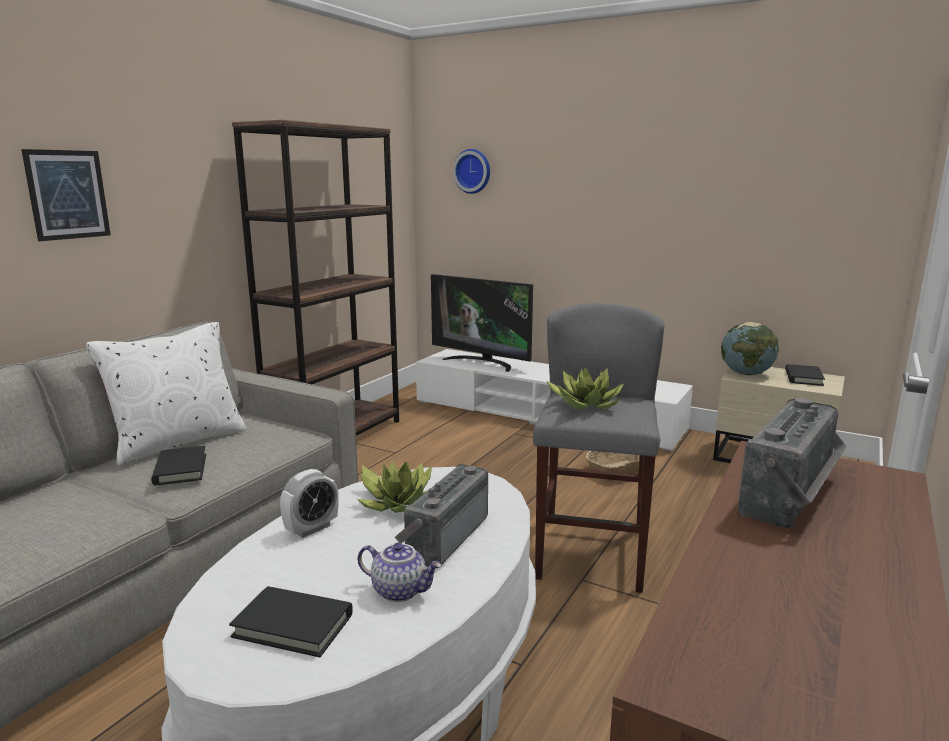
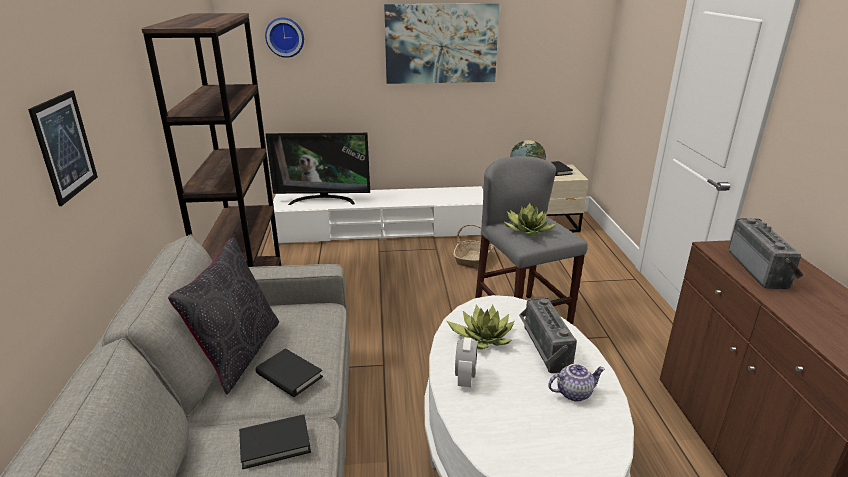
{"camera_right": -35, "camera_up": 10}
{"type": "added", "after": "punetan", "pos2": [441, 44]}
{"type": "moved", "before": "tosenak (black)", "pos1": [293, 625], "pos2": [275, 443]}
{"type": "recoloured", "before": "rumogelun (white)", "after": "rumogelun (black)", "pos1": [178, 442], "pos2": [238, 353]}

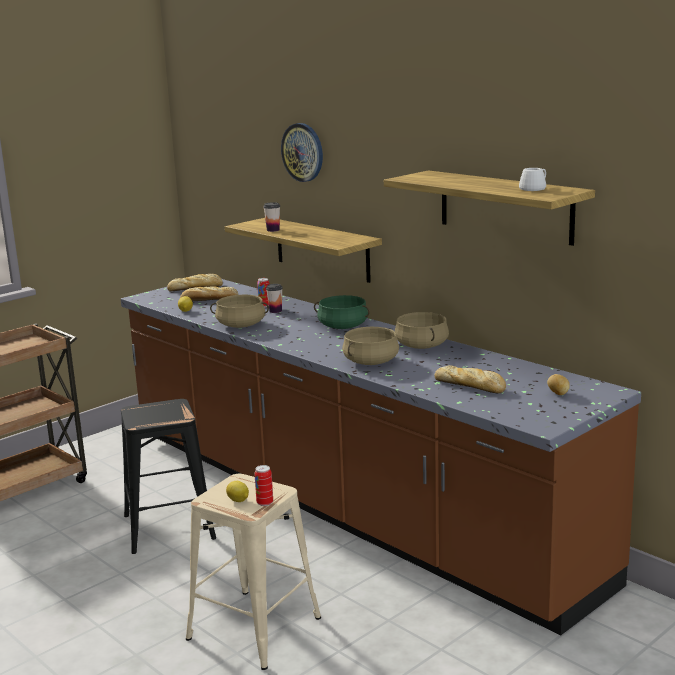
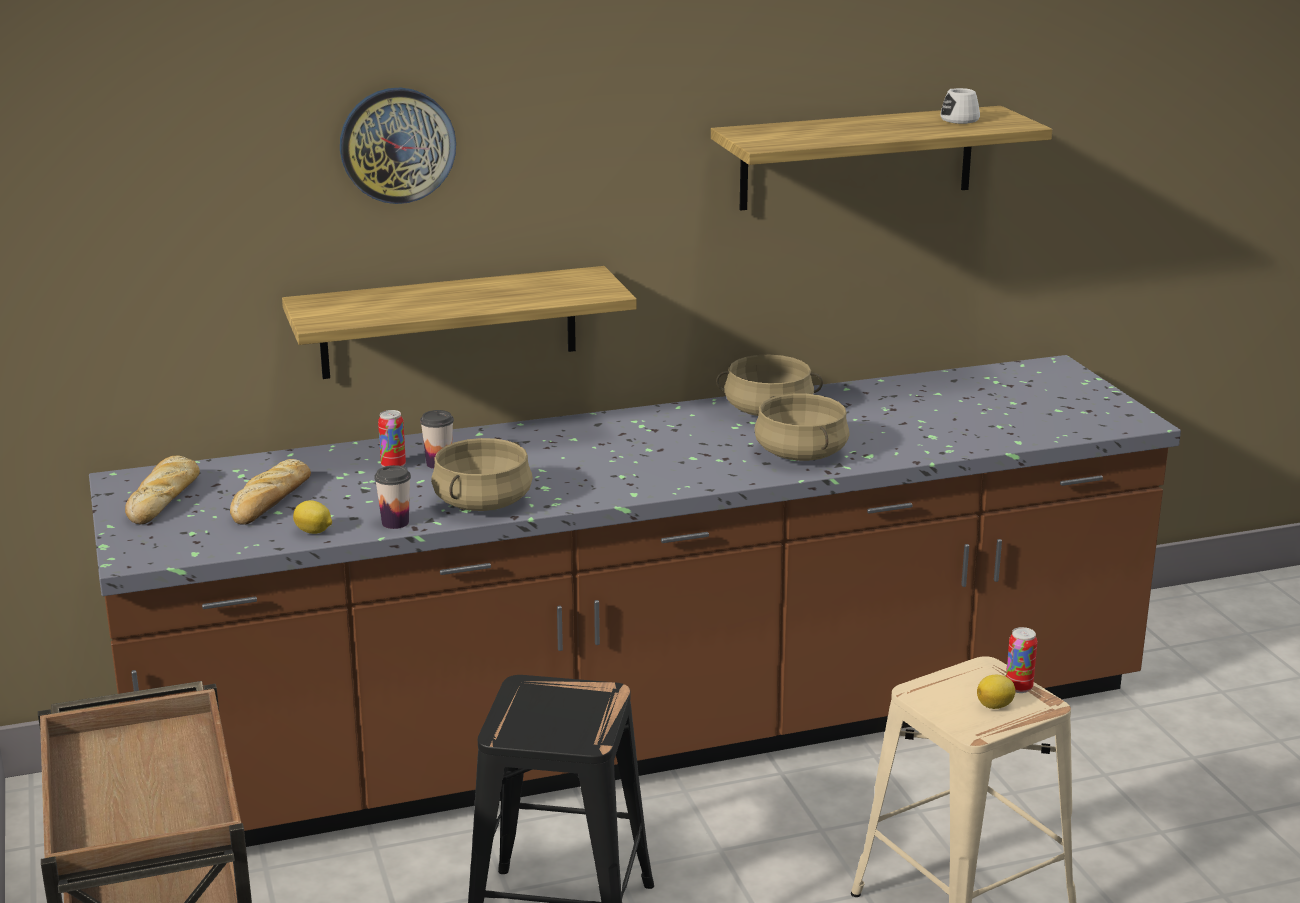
{"camera_right": -65, "camera_up": 5}
{"type": "removed", "before": "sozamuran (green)", "pos1": [342, 327]}
{"type": "removed", "before": "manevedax", "pos1": [471, 386]}
{"type": "removed", "before": "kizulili", "pos1": [558, 394]}
{"type": "moved", "before": "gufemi", "pos1": [273, 230], "pos2": [395, 523]}

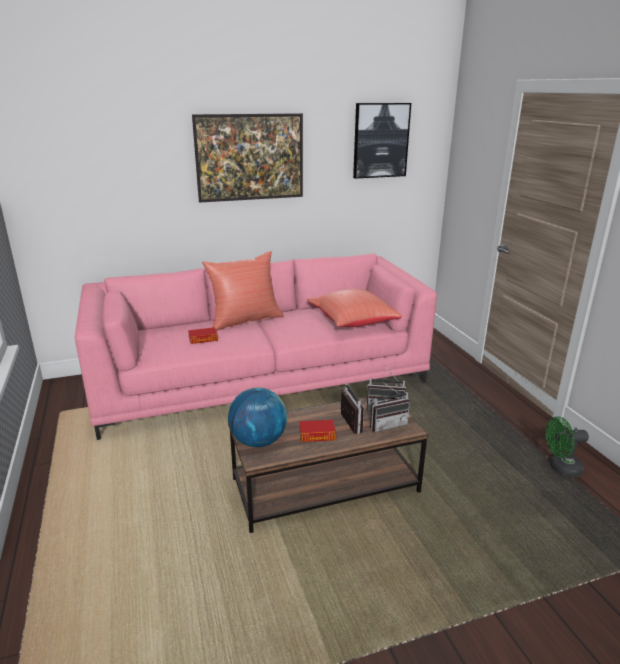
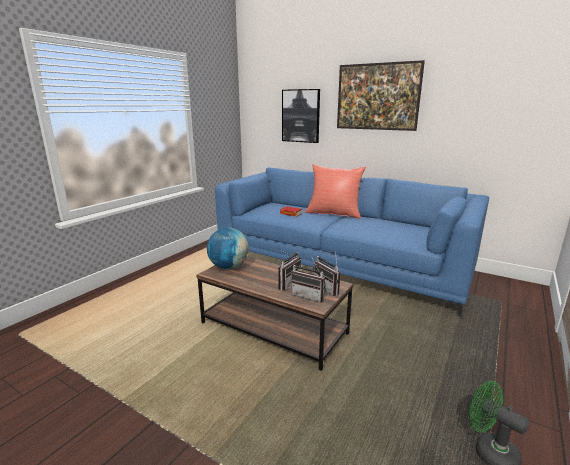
{"camera_right": 50, "camera_up": -5}
{"type": "removed", "before": "tosenak", "pos1": [317, 435]}
{"type": "removed", "before": "rumogelun (red)", "pos1": [351, 322]}
{"type": "moved", "before": "punetan", "pos1": [380, 140], "pos2": [301, 116]}
{"type": "recoloured", "before": "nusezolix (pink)", "after": "nusezolix (blue)", "pos1": [261, 379], "pos2": [339, 263]}

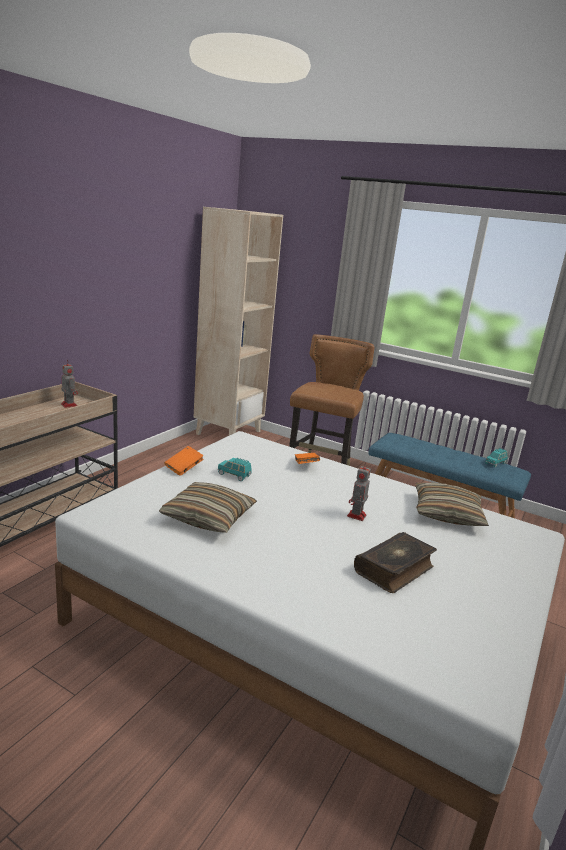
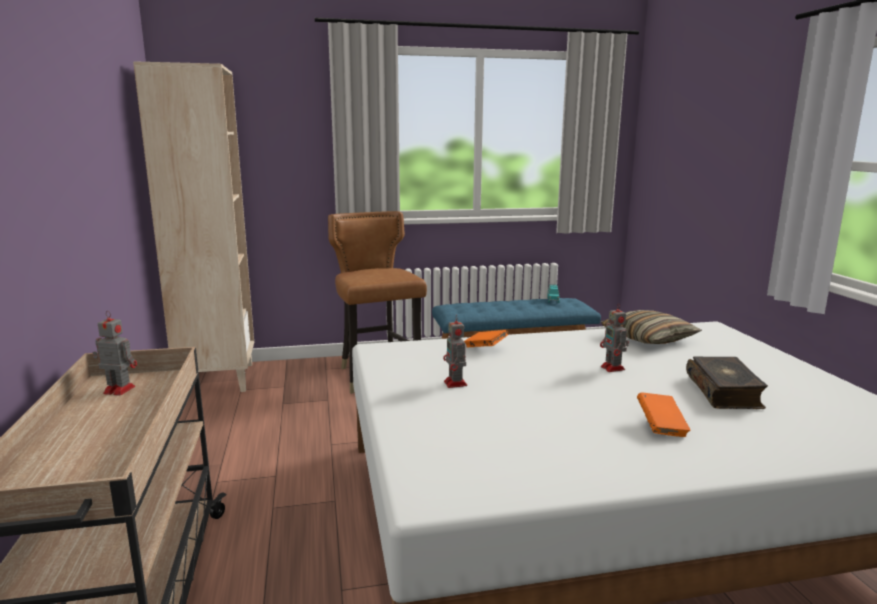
{"camera_right": -40, "camera_up": -5}
{"type": "removed", "before": "rumogelun", "pos1": [208, 517]}
{"type": "moved", "before": "tosenak (orange)", "pos1": [184, 468], "pos2": [661, 427]}
{"type": "replaced", "before": "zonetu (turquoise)", "after": "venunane", "pos1": [234, 475], "pos2": [455, 384]}

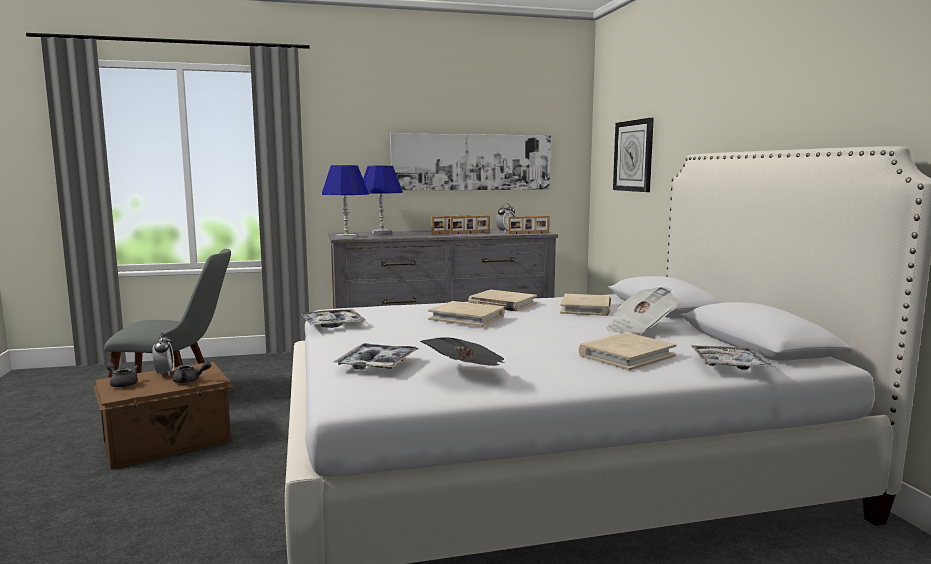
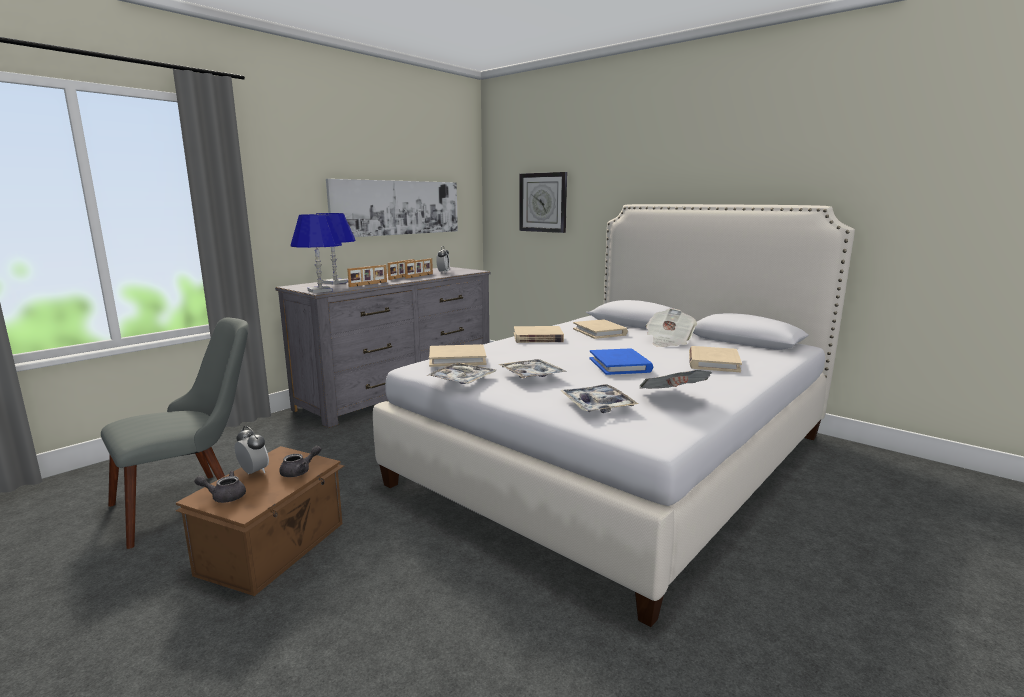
{"camera_right": -35, "camera_up": 5}
{"type": "added", "after": "tosenak (blue)", "pos2": [620, 365]}
{"type": "moved", "before": "tosenak (beige)", "pos1": [467, 317], "pos2": [457, 359]}
{"type": "moved", "before": "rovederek", "pos1": [528, 233], "pos2": [368, 284]}
{"type": "moved", "before": "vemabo", "pos1": [729, 365], "pos2": [532, 375]}

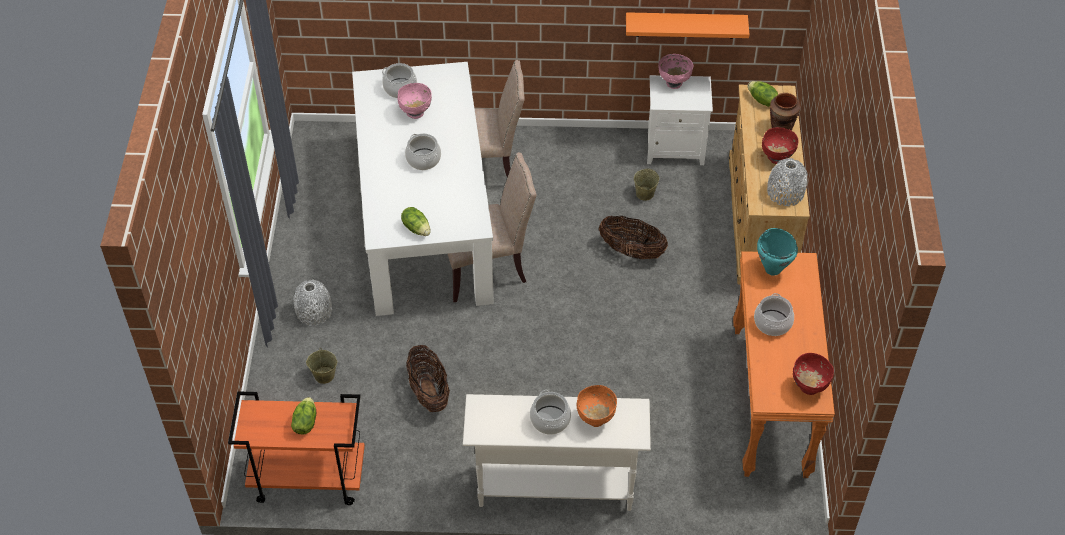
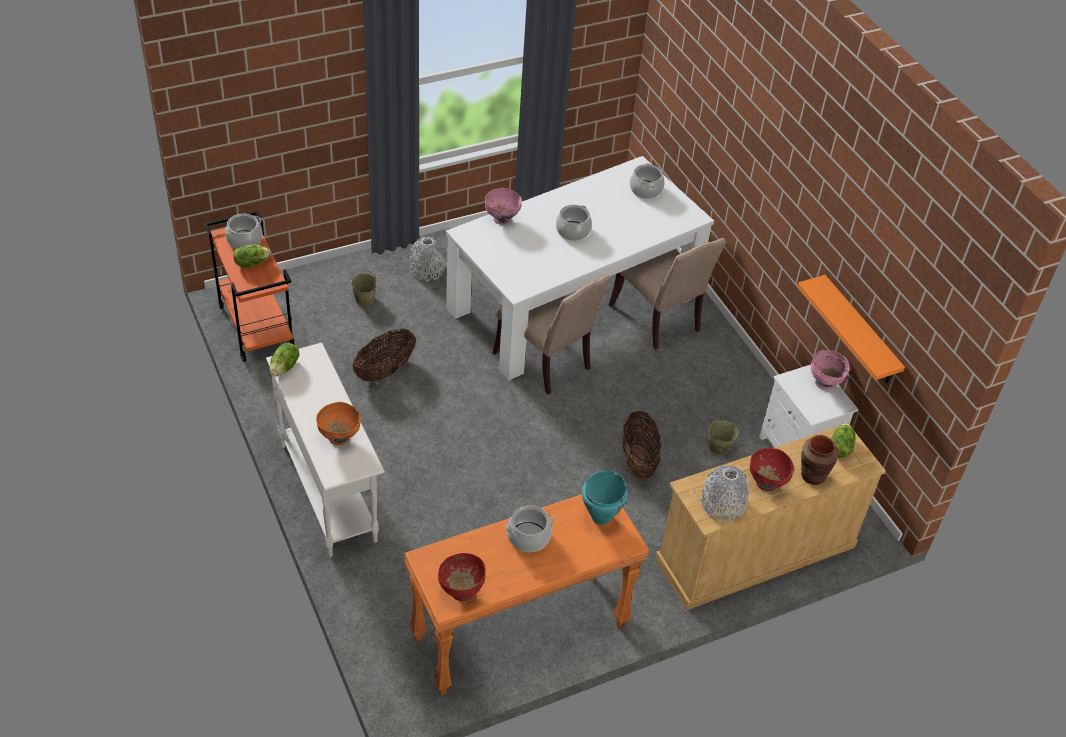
{"camera_right": 60, "camera_up": -5}
{"type": "moved", "before": "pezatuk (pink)", "pos1": [415, 113], "pos2": [502, 219]}
{"type": "moved", "before": "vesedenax", "pos1": [417, 228], "pos2": [285, 367]}
{"type": "moved", "before": "sozamuran", "pos1": [550, 420], "pos2": [244, 240]}

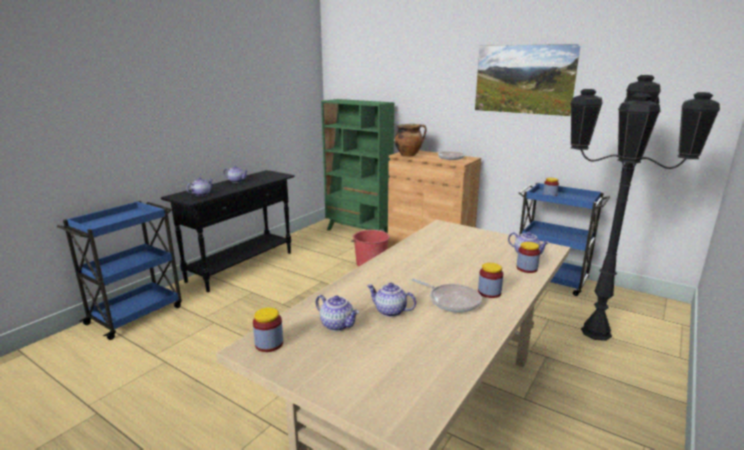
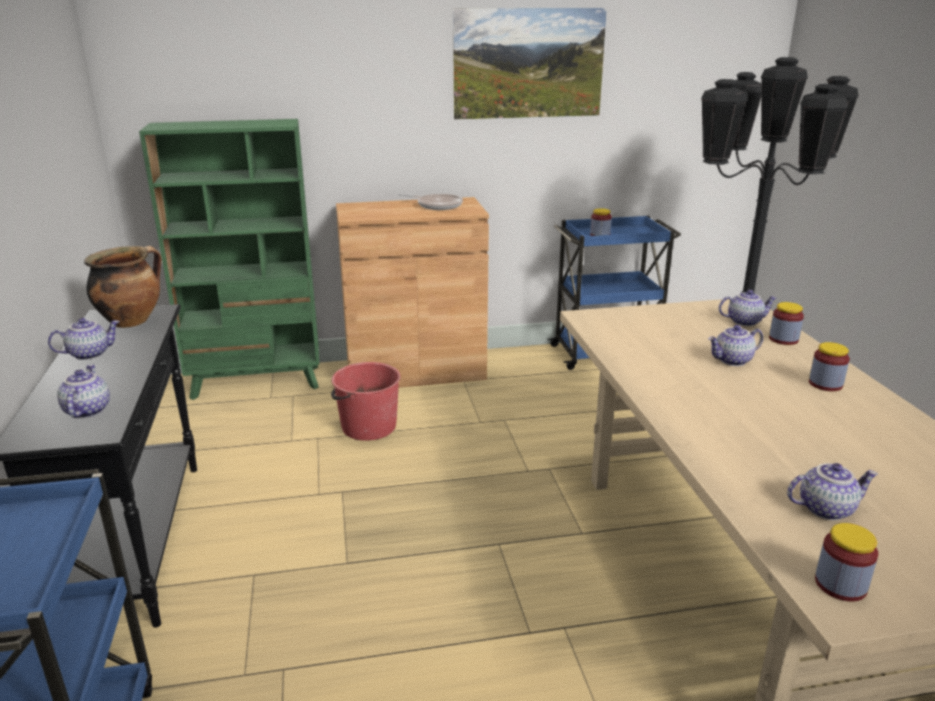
{"camera_right": -45, "camera_up": 5}
{"type": "removed", "before": "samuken", "pos1": [451, 301]}
{"type": "moved", "before": "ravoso", "pos1": [390, 311], "pos2": [732, 361]}
{"type": "moved", "before": "sozamuran", "pos1": [409, 155], "pos2": [132, 321]}

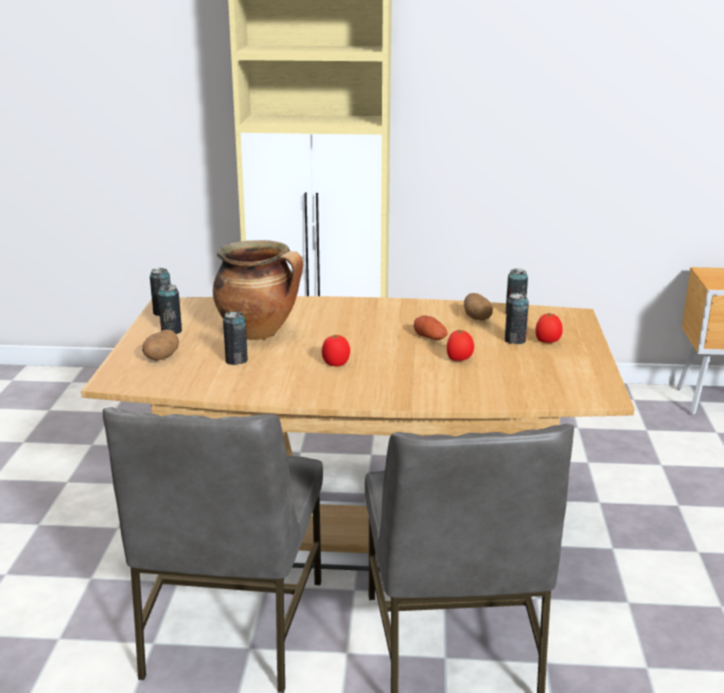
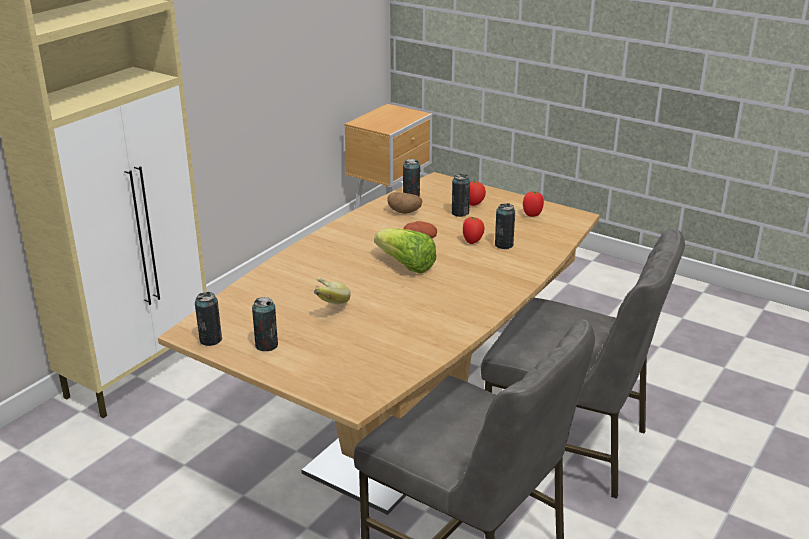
{"camera_right": -60, "camera_up": 5}
{"type": "removed", "before": "kizulili", "pos1": [161, 358]}
{"type": "added", "after": "vesedenax", "pos2": [406, 265]}
{"type": "moved", "before": "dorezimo", "pos1": [236, 361], "pos2": [504, 245]}
{"type": "moved", "before": "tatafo", "pos1": [335, 364], "pos2": [532, 214]}
{"type": "replaced", "before": "sozamuran", "after": "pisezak", "pos1": [259, 333], "pos2": [325, 304]}

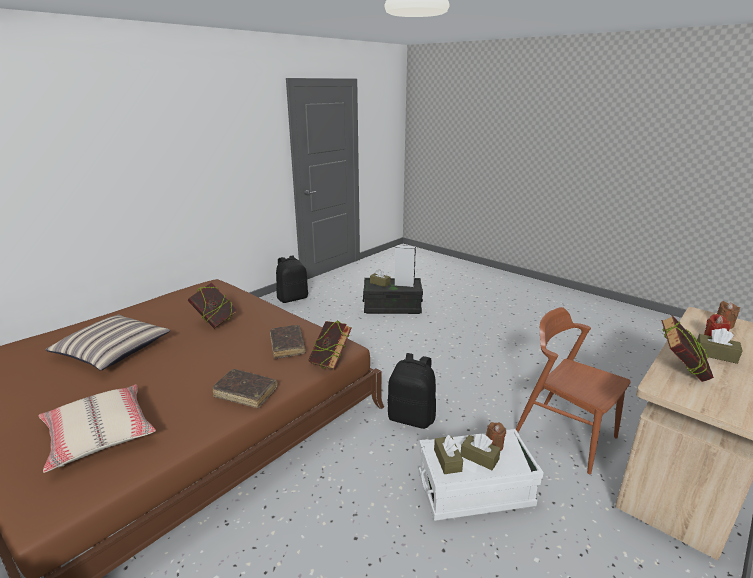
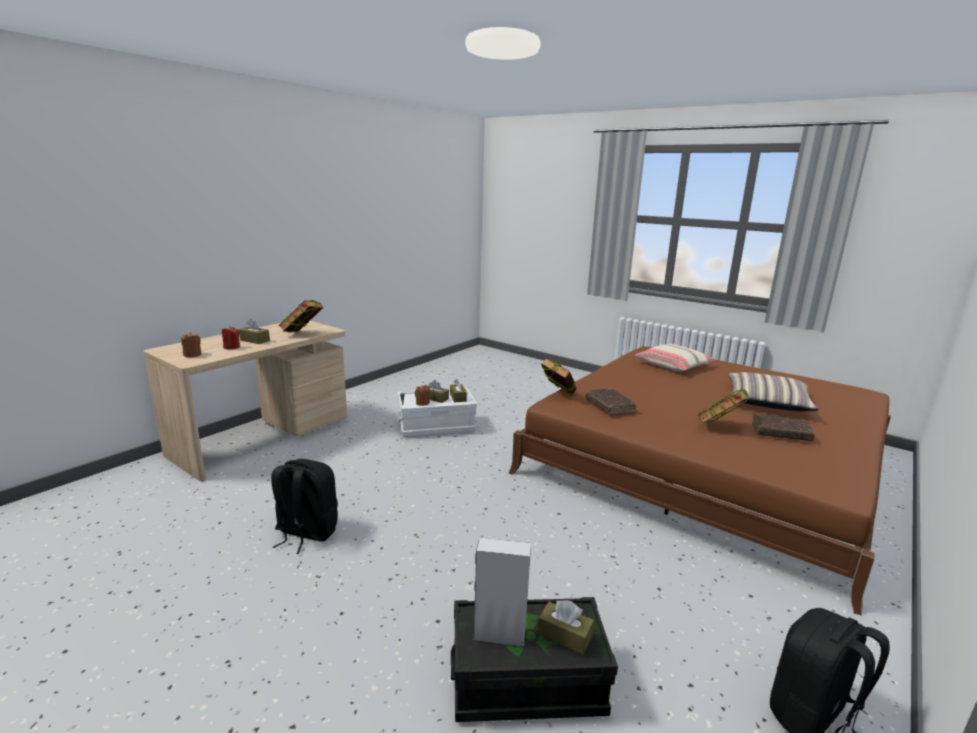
{"camera_right": 175, "camera_up": -5}
{"type": "removed", "before": "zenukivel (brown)", "pos1": [565, 435]}
{"type": "moved", "before": "tosenak (brown)", "pos1": [246, 393], "pos2": [780, 433]}
{"type": "moved", "before": "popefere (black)", "pos1": [412, 417], "pos2": [305, 533]}

